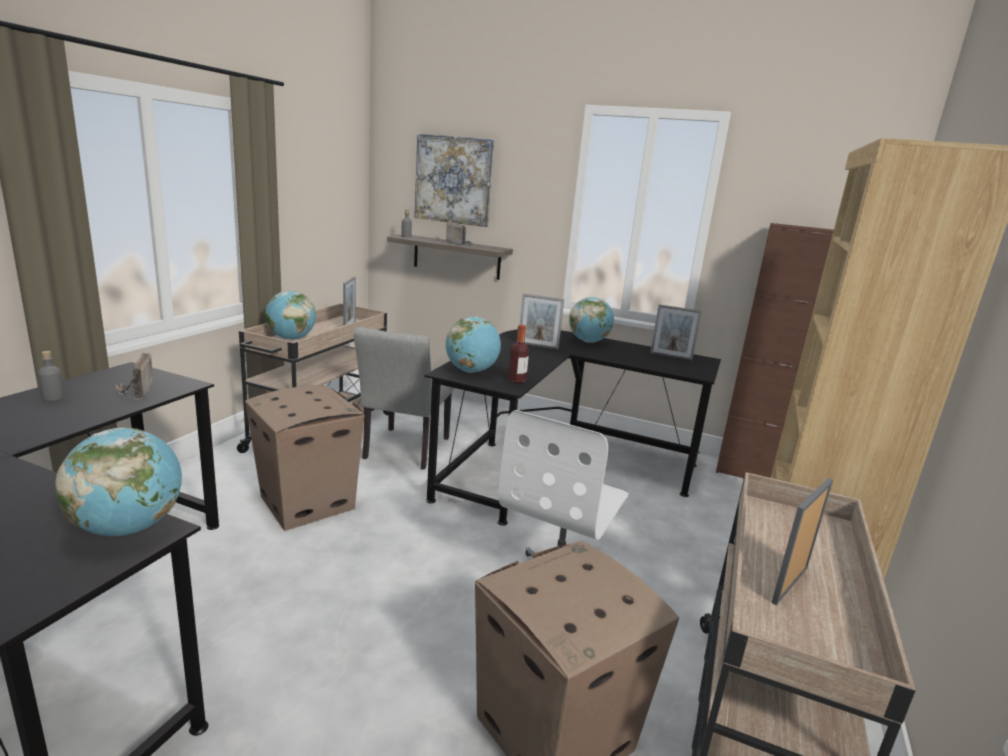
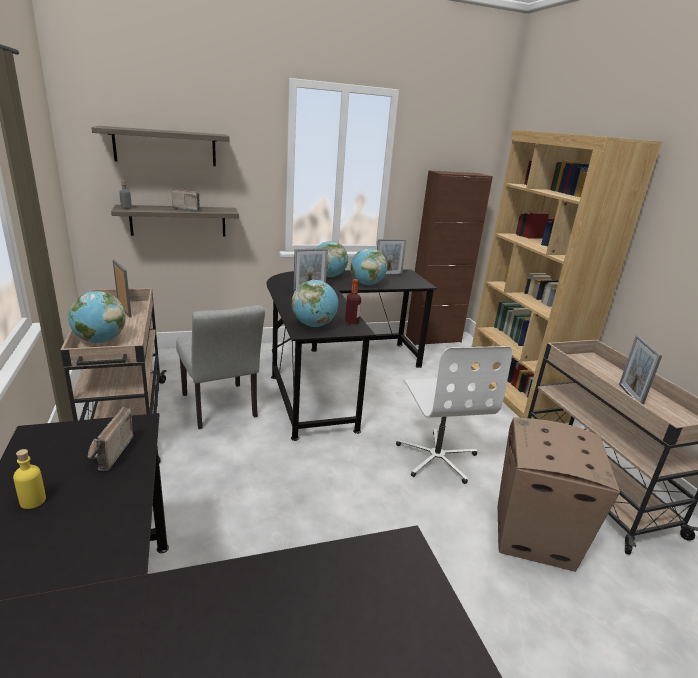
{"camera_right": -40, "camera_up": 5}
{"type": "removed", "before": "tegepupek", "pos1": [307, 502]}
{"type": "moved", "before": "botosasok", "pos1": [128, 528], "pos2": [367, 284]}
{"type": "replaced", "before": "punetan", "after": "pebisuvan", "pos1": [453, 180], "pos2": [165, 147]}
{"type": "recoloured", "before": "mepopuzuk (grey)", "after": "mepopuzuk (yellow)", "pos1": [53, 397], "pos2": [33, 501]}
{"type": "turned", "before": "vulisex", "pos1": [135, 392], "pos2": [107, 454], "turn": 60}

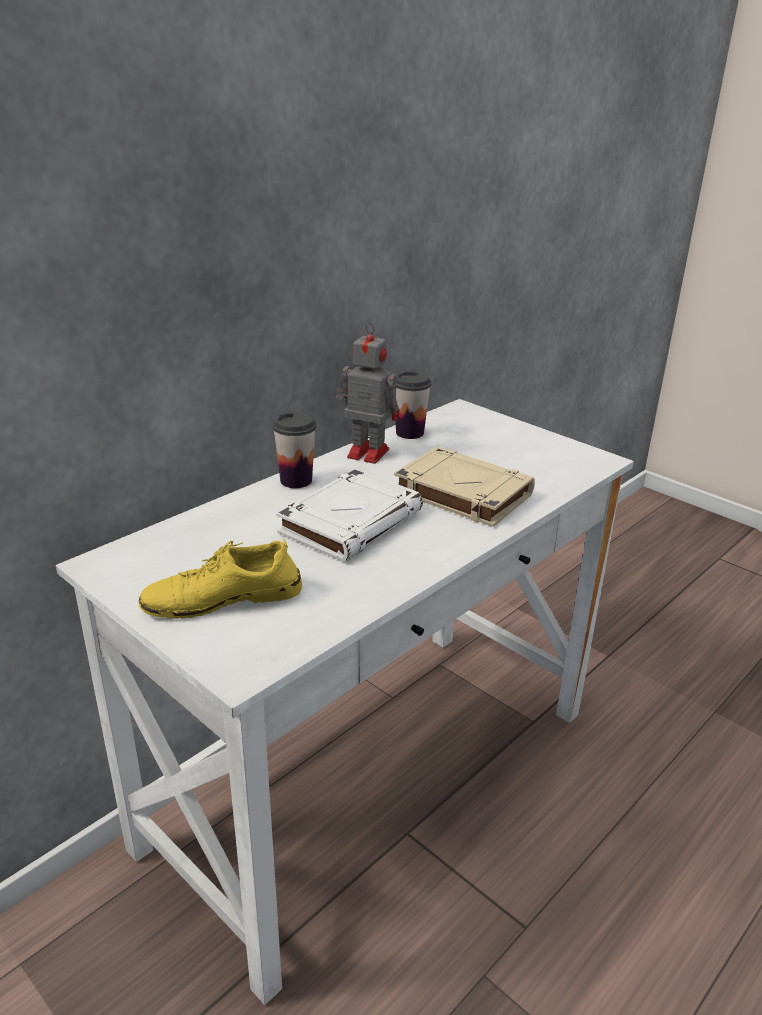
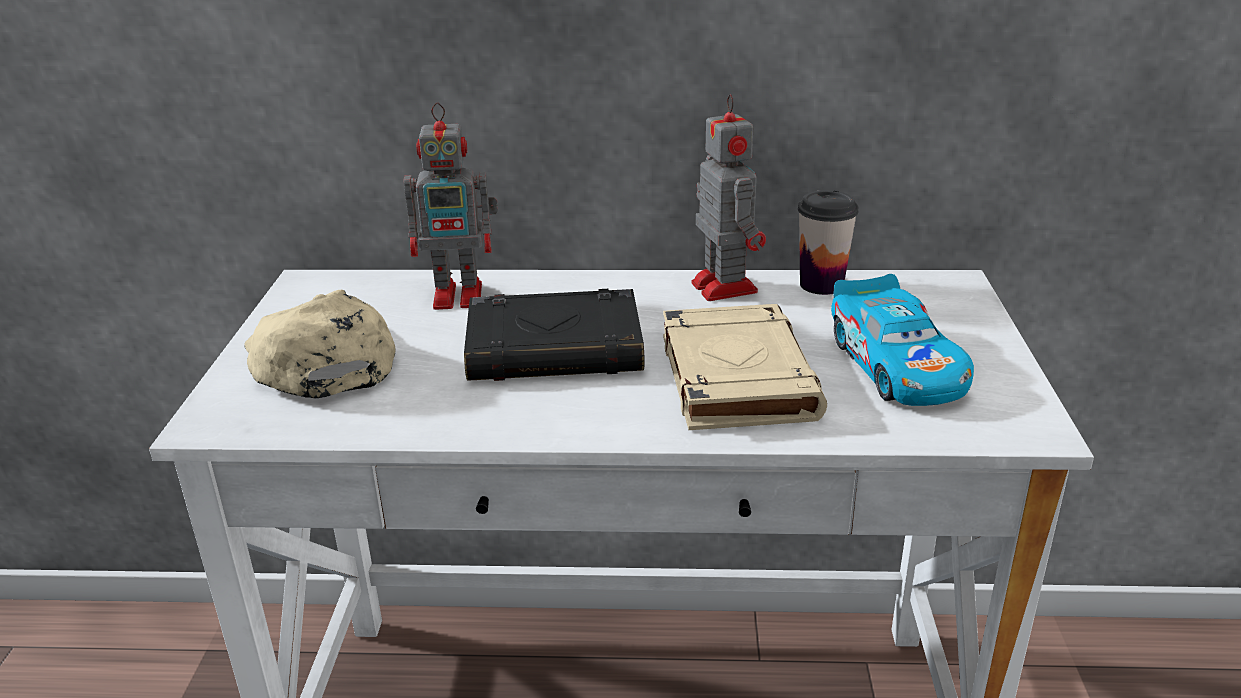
{"camera_right": 50, "camera_up": 0}
{"type": "removed", "before": "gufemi", "pos1": [296, 480]}
{"type": "added", "after": "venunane", "pos2": [461, 296]}
{"type": "added", "after": "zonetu", "pos2": [896, 365]}
{"type": "replaced", "before": "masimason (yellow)", "after": "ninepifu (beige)", "pos1": [223, 598], "pos2": [319, 357]}
{"type": "recoloured", "before": "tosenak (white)", "after": "tosenak (black)", "pos1": [351, 522], "pos2": [556, 348]}

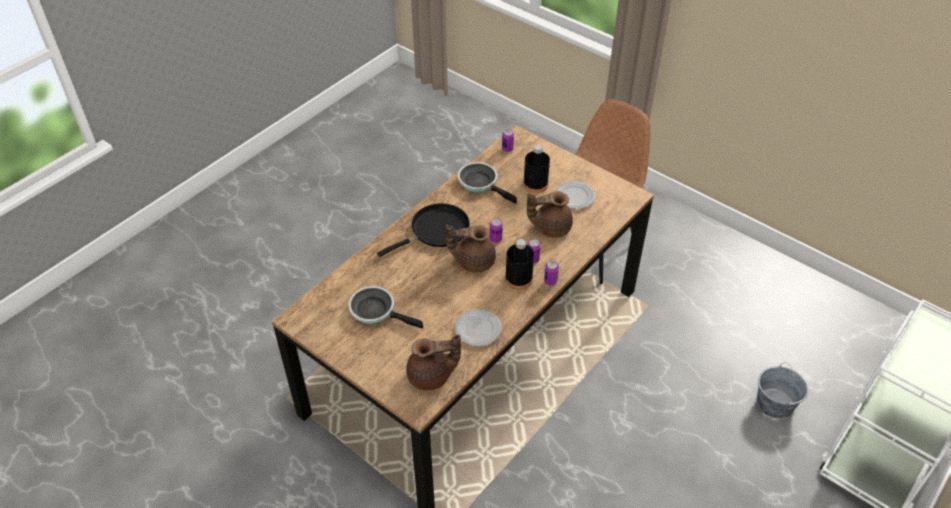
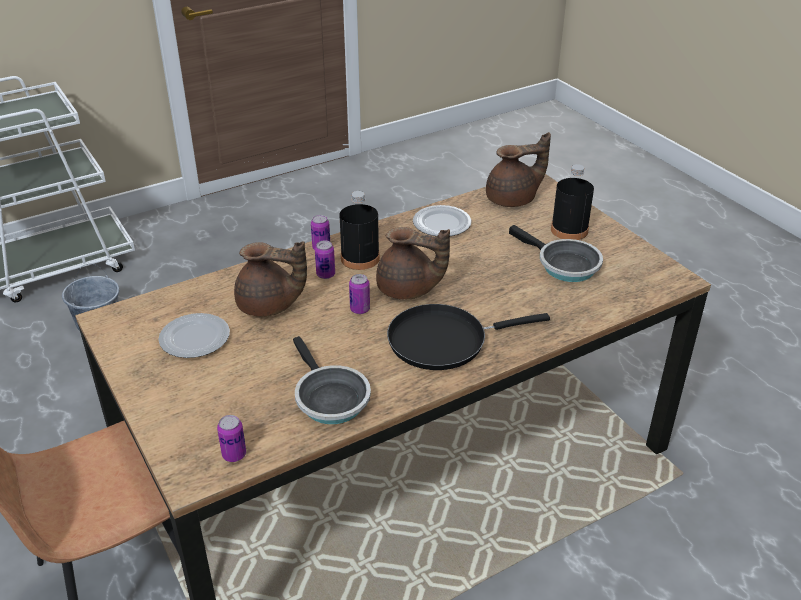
{"camera_right": -160, "camera_up": -10}
{"type": "moved", "before": "mepopuzuk (black)", "pos1": [535, 184], "pos2": [569, 230]}
{"type": "turned", "before": "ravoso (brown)", "pos1": [431, 376], "pos2": [513, 199], "turn": 150}

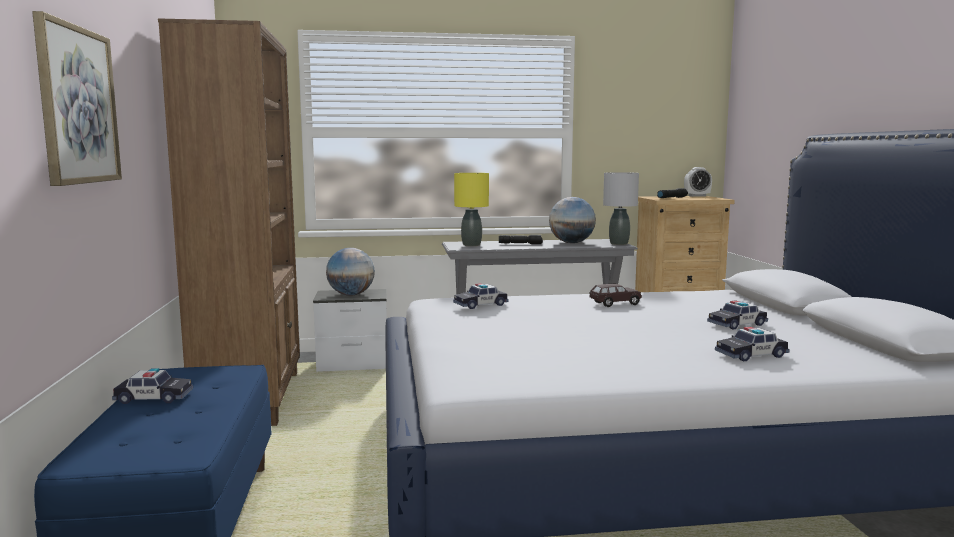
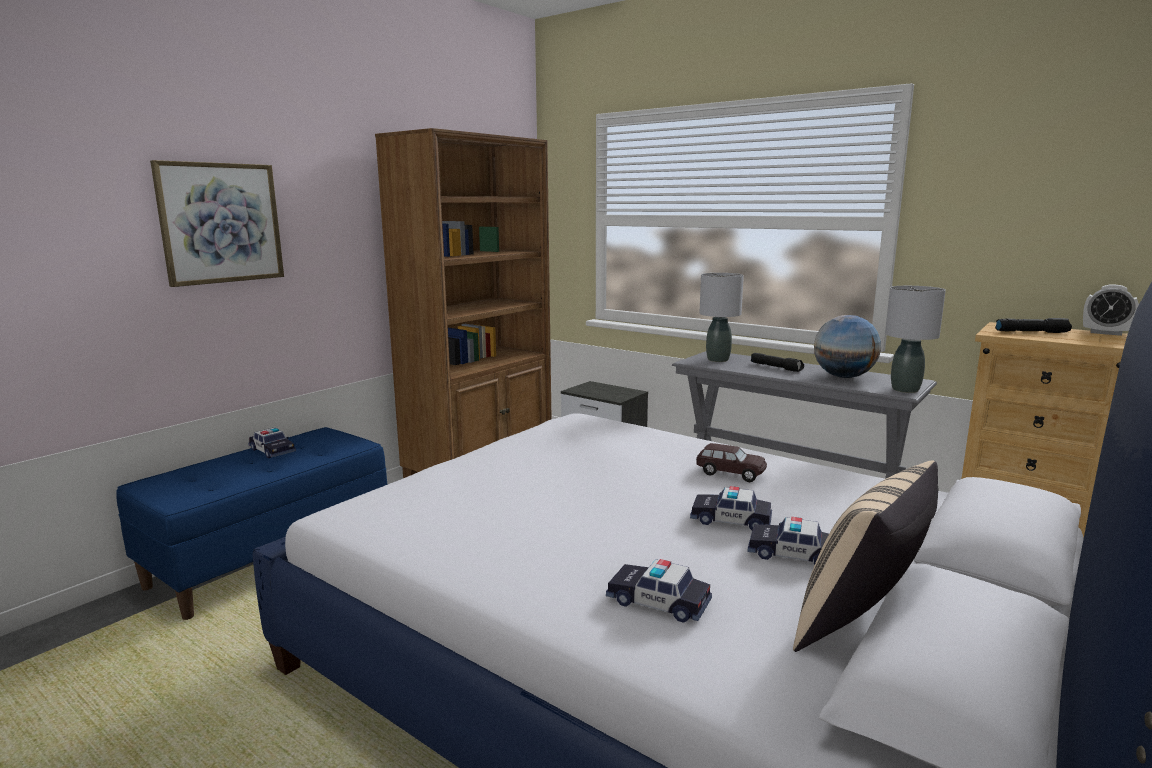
{"camera_right": 45, "camera_up": 5}
{"type": "removed", "before": "botosasok", "pos1": [351, 295]}
{"type": "added", "after": "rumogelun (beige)", "pos2": [862, 626]}
{"type": "moved", "before": "zonetu", "pos1": [480, 305], "pos2": [731, 520]}
{"type": "recoloured", "before": "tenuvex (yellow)", "after": "tenuvex (grey)", "pos1": [471, 245], "pos2": [718, 360]}

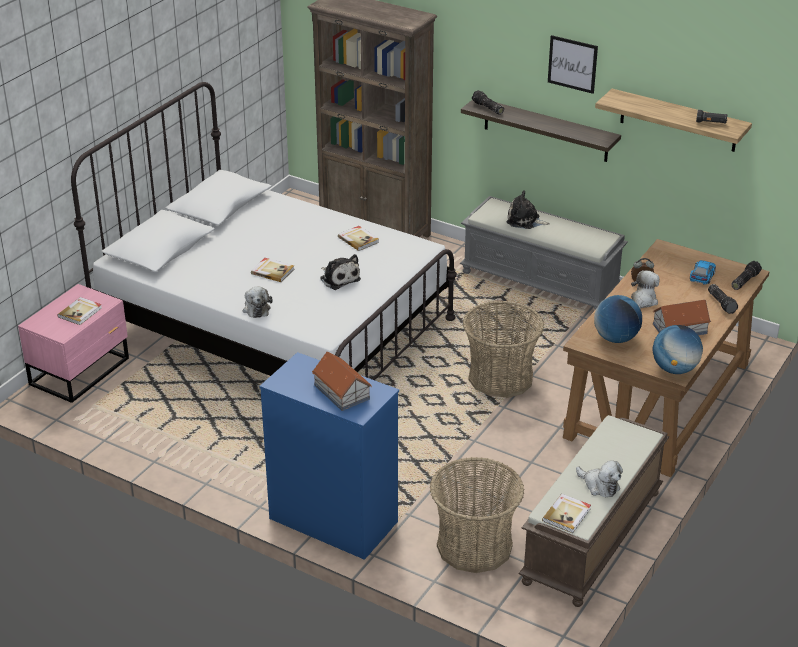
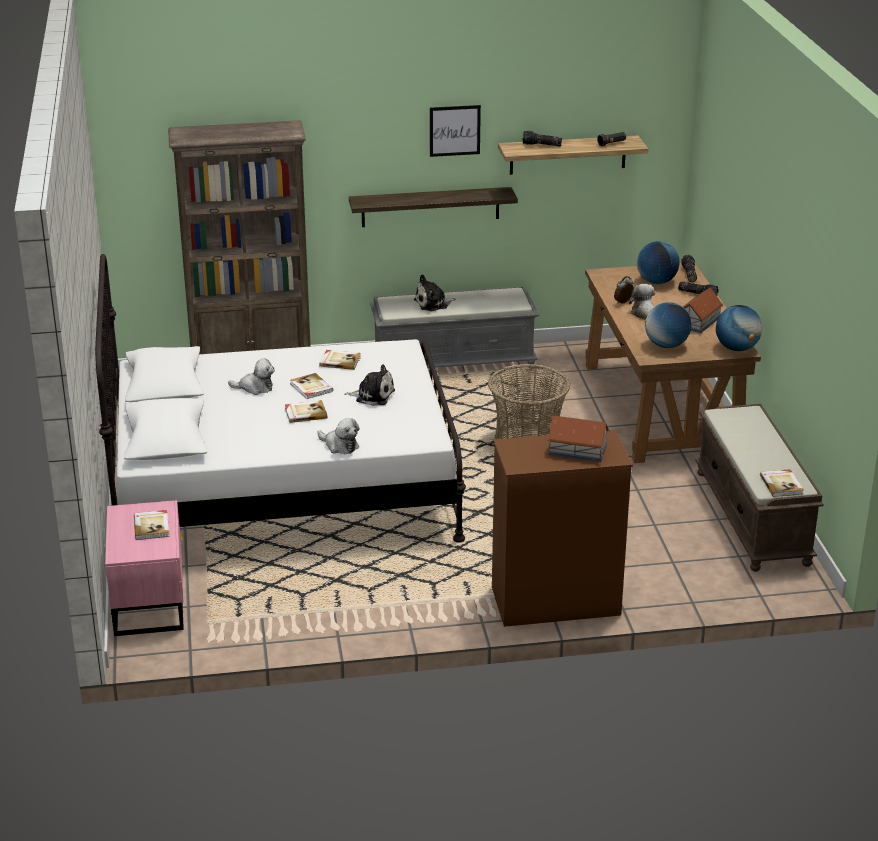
{"camera_right": -40, "camera_up": -5}
{"type": "removed", "before": "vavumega", "pos1": [474, 546]}
{"type": "added", "after": "tosenak", "pos2": [311, 388]}
{"type": "moved", "before": "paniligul", "pos1": [487, 108], "pos2": [541, 145]}
{"type": "moved", "before": "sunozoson", "pos1": [599, 485], "pos2": [255, 388]}
{"type": "replaced", "before": "zonetu", "after": "botosasok", "pos1": [702, 276], "pos2": [656, 282]}
{"type": "recoloured", "before": "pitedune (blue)", "after": "pitedune (brown)", "pos1": [332, 520], "pos2": [554, 601]}

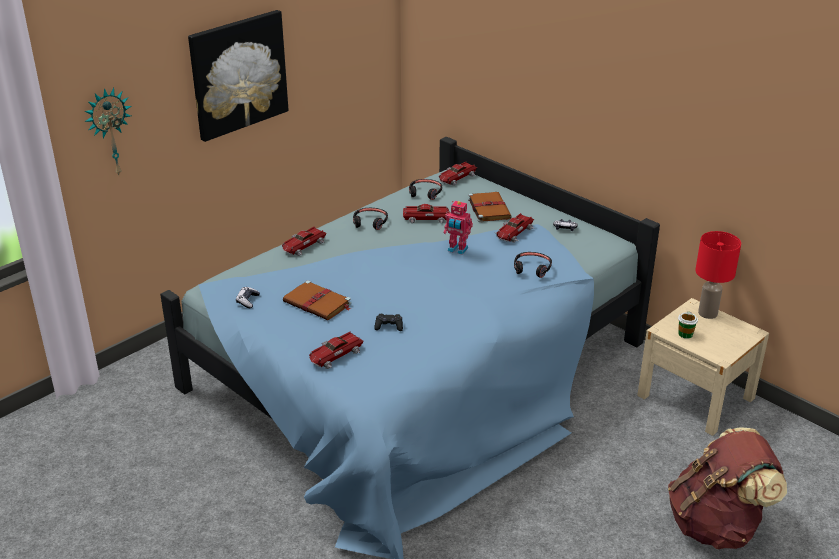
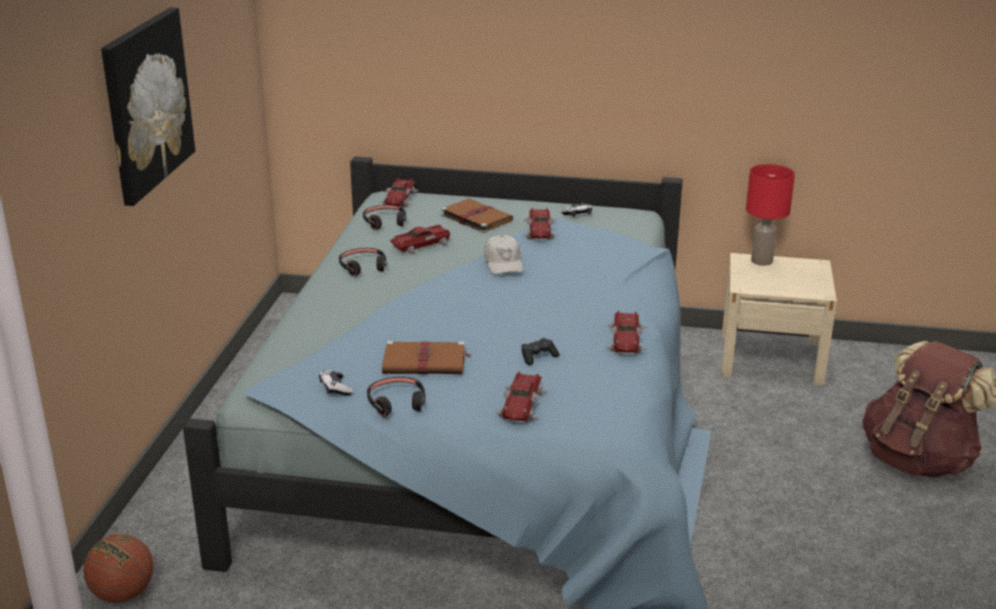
{"camera_right": -35, "camera_up": -5}
{"type": "removed", "before": "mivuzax", "pos1": [109, 132]}
{"type": "removed", "before": "gufemi", "pos1": [685, 334]}
{"type": "added", "after": "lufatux", "pos2": [123, 594]}
{"type": "moved", "before": "zonetu", "pos1": [304, 246], "pos2": [626, 340]}
{"type": "moved", "before": "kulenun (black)", "pos1": [532, 268], "pos2": [396, 402]}
{"type": "replaced", "before": "venunane", "after": "ninepifu (white)", "pos1": [457, 250], "pos2": [503, 263]}

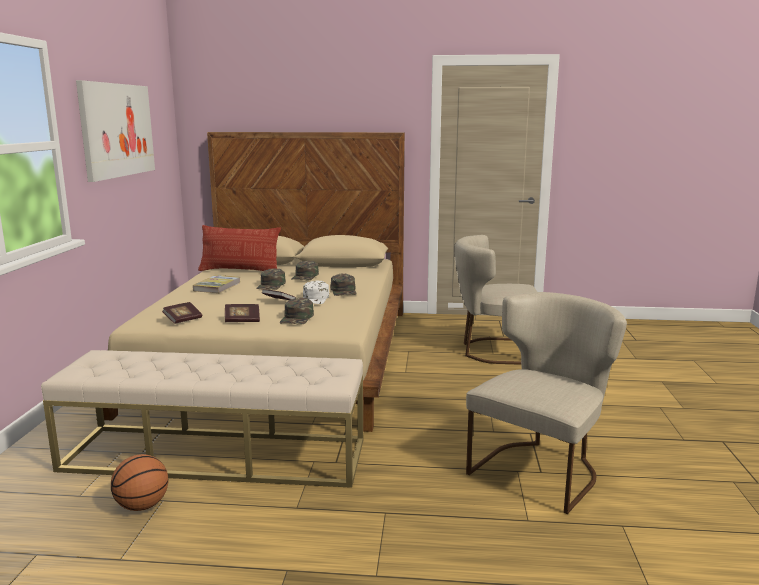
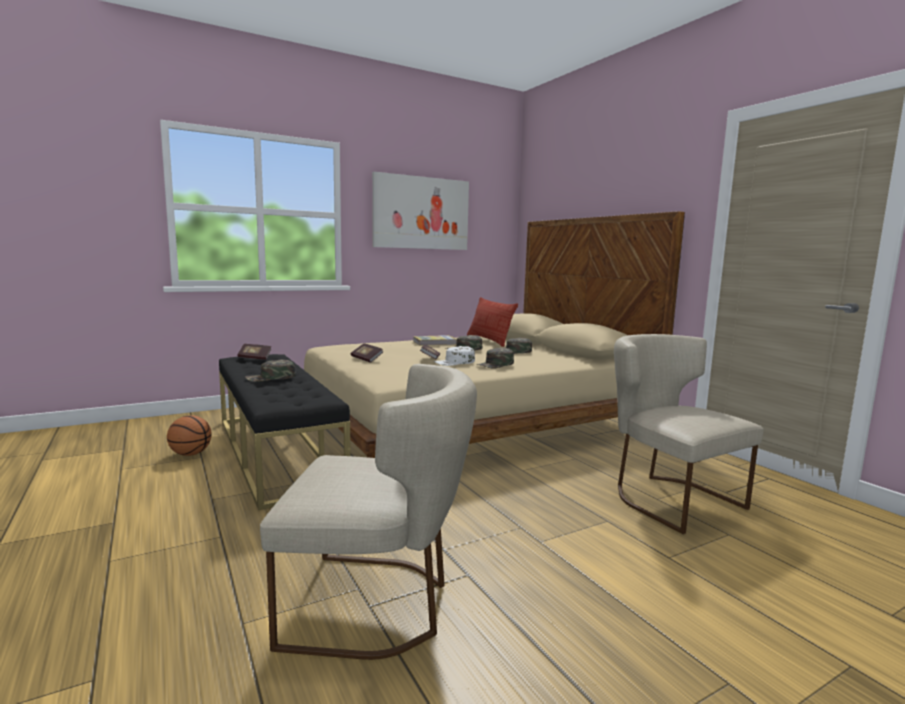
{"camera_right": 55, "camera_up": -5}
{"type": "moved", "before": "tosenak", "pos1": [183, 320], "pos2": [255, 358]}
{"type": "moved", "before": "ninepifu (green)", "pos1": [297, 318], "pos2": [270, 377]}
{"type": "recoloured", "before": "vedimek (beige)", "after": "vedimek (black)", "pos1": [216, 455], "pos2": [276, 451]}

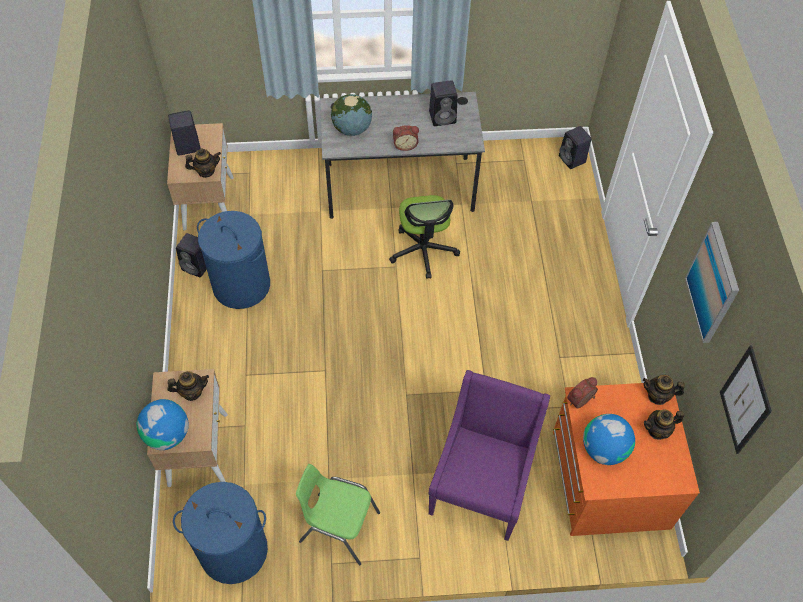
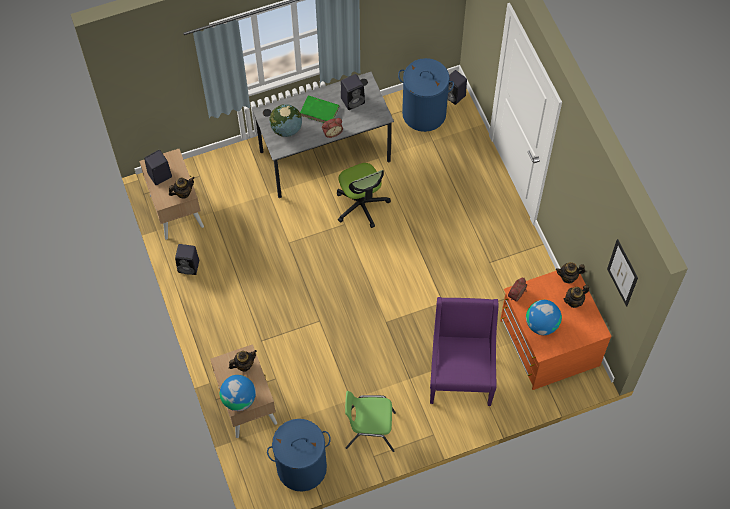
{"camera_right": -15, "camera_up": 5}
{"type": "removed", "before": "punetan", "pos1": [713, 283]}
{"type": "added", "after": "tosenak (green)", "pos2": [320, 111]}
{"type": "moved", "before": "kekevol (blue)", "pos1": [241, 285], "pos2": [424, 113]}

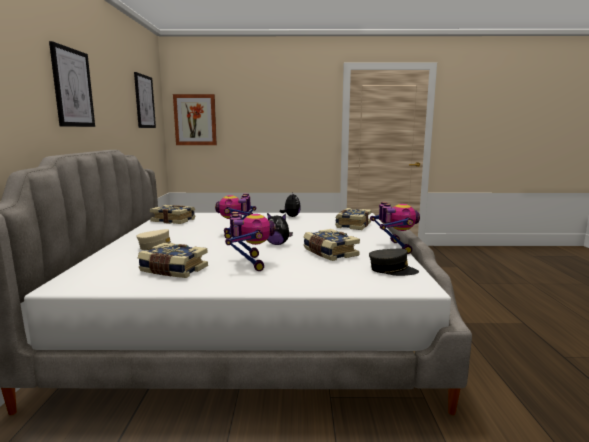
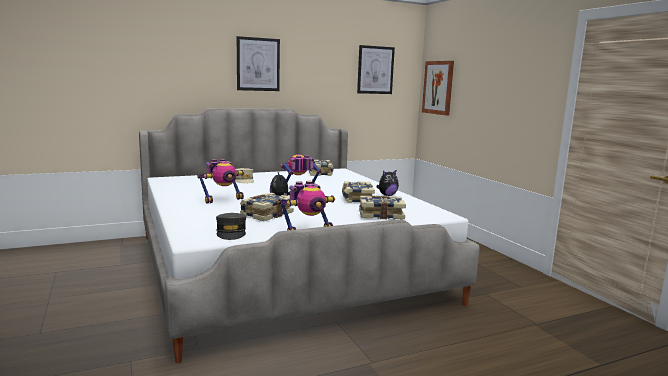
{"camera_right": 65, "camera_up": 0}
{"type": "moved", "before": "tosenak", "pos1": [173, 270], "pos2": [356, 199]}

